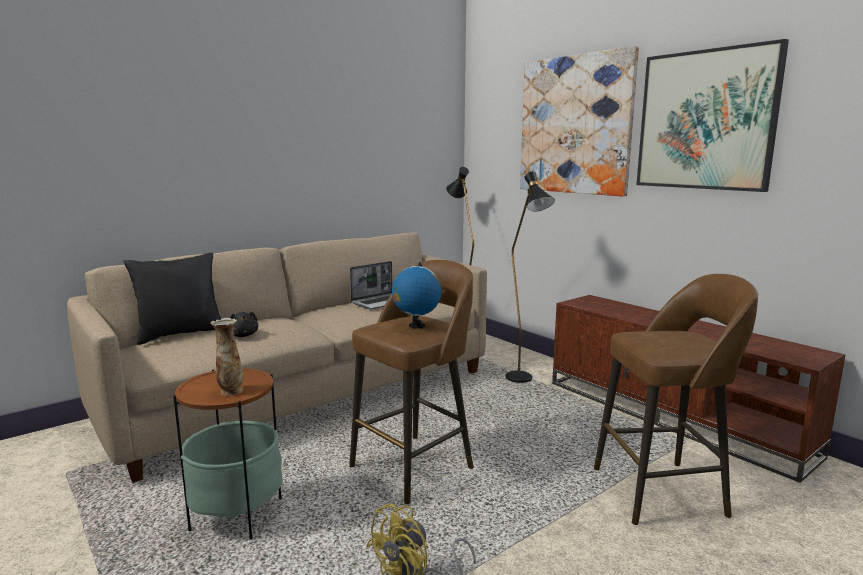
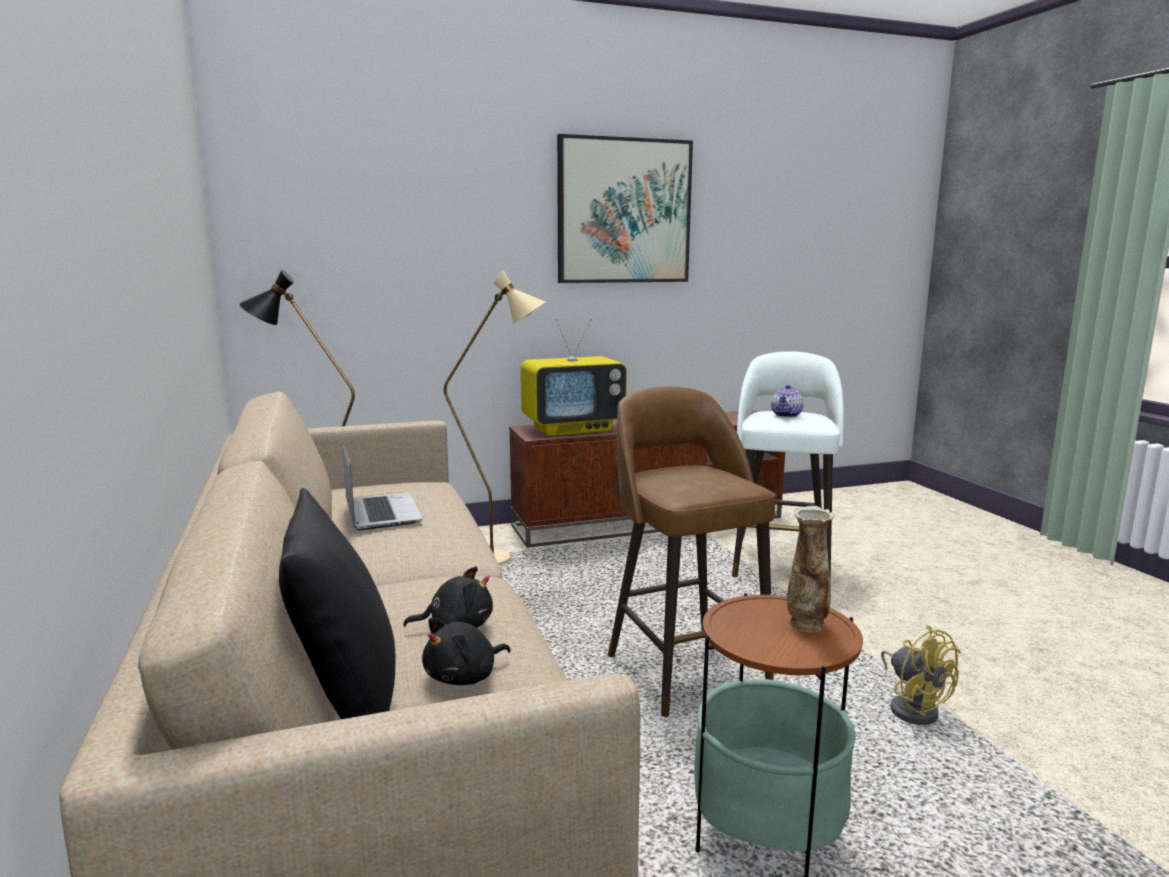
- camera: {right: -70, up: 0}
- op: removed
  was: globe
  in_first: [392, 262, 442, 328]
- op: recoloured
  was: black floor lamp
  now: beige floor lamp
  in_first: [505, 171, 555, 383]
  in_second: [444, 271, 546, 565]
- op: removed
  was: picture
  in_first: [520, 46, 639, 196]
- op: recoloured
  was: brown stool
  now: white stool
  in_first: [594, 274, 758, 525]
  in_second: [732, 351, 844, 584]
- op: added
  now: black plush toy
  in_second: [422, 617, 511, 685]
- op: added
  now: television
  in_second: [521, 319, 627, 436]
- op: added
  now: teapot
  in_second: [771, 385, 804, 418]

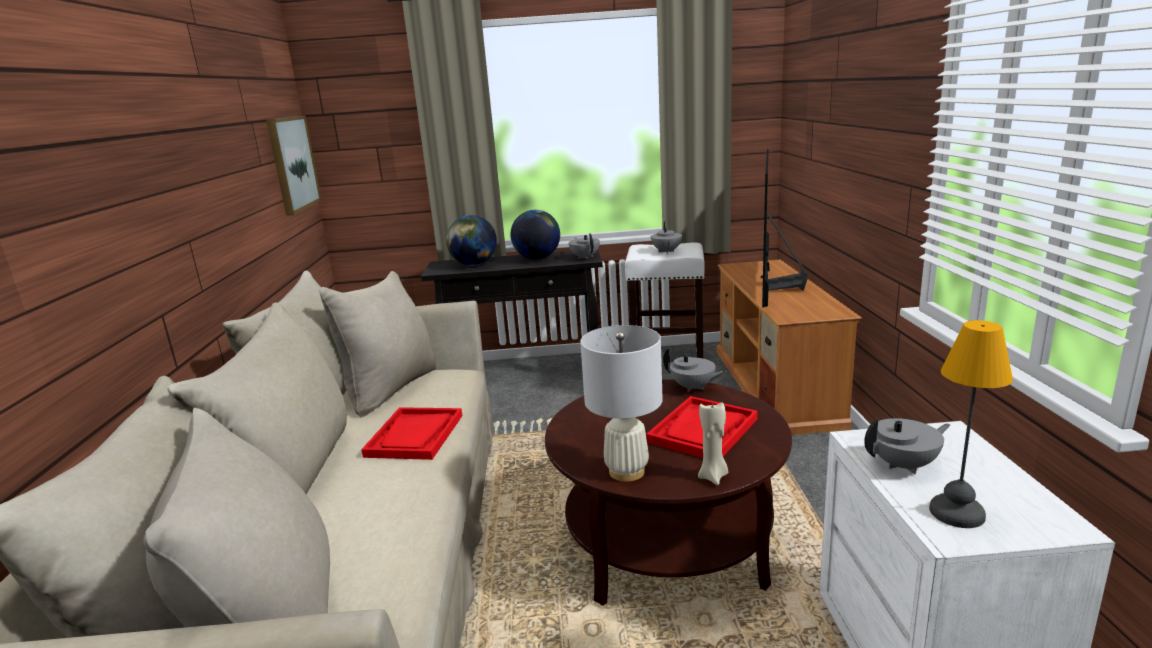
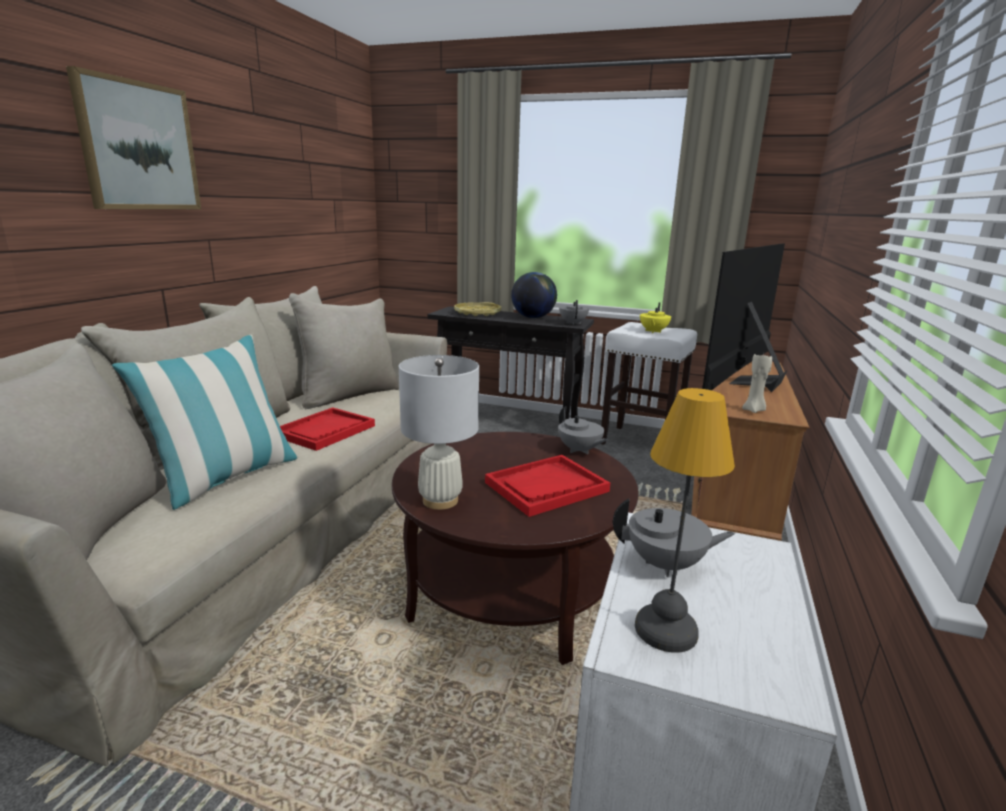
- camera: {right: 20, up: 0}
- op: moved
  was: picture
  in_first: [266, 115, 322, 216]
  in_second: [66, 66, 201, 209]
- op: replaced
  was: globe
  now: yellow tray
  in_first: [446, 215, 497, 265]
  in_second: [454, 302, 501, 316]
- op: recoloured
  was: grey teapot
  now: yellow teapot
  in_first: [651, 222, 682, 254]
  in_second: [640, 303, 671, 333]
- op: moved
  was: beige candle
  in_first: [698, 401, 729, 485]
  in_second: [742, 353, 772, 413]
- op: added
  now: pillow
  in_second: [112, 335, 298, 510]

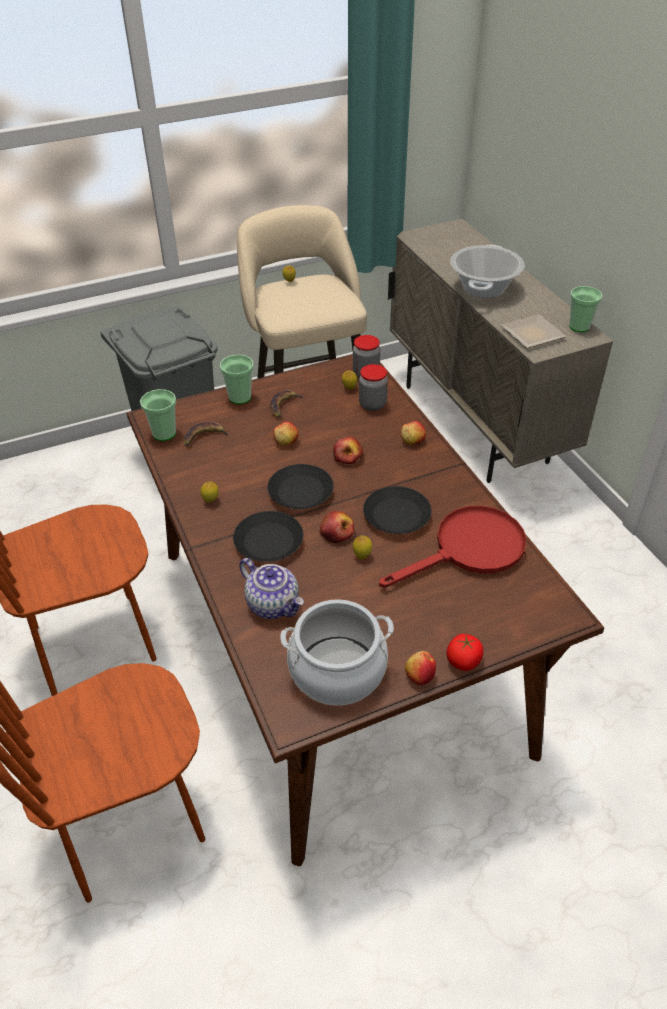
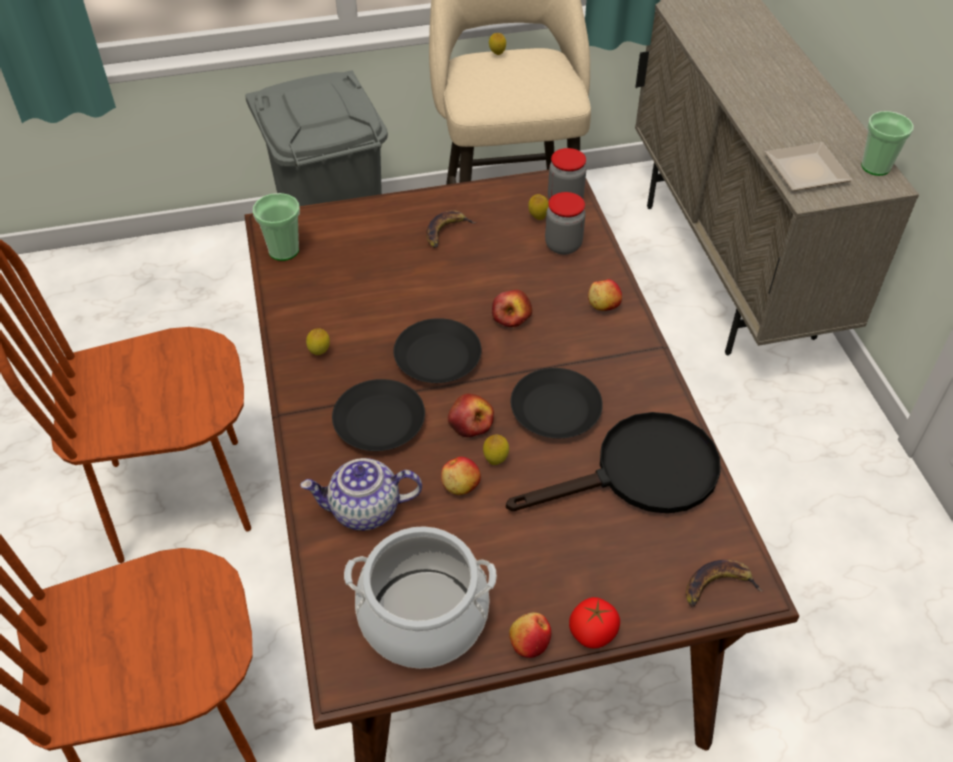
- camera: {right: 10, up: 5}
- op: moved
  was: banana
  in_first: [183, 422, 230, 446]
  in_second: [686, 559, 763, 606]
- op: removed
  was: cup
  in_first: [220, 355, 254, 404]
- op: turned
  was: teapot
  in_first: [239, 558, 304, 619]
  in_second: [300, 458, 422, 531]
  clockwise: 120
- op: moved
  was: apple
  in_first: [273, 421, 299, 446]
  in_second: [441, 457, 481, 495]
- op: recoloured
  was: red frying pan
  now: black frying pan
  in_first: [379, 506, 527, 588]
  in_second: [506, 412, 720, 514]
- op: removed
  was: cooking pot
  in_first: [450, 245, 525, 298]

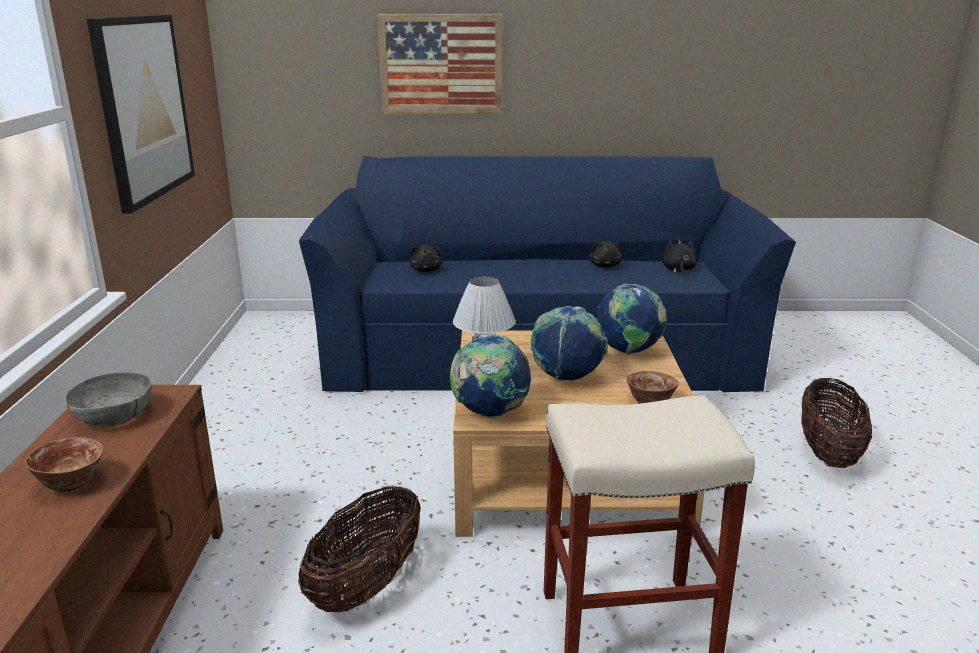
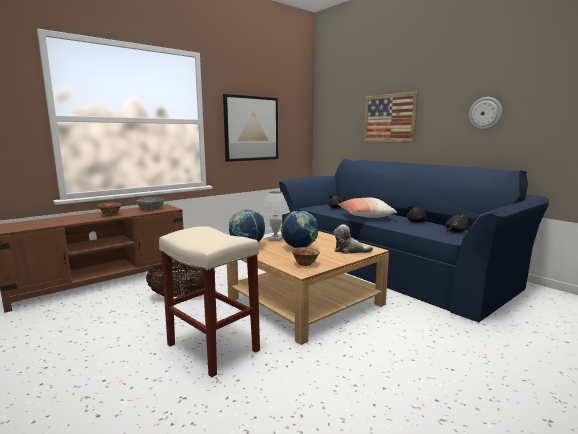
- camera: {right: 50, up: -10}
- op: replaced
  was: globe
  now: plush toy
  in_first: [596, 284, 667, 355]
  in_second: [333, 224, 373, 254]
- op: removed
  was: basket
  in_first: [801, 377, 872, 468]
- op: added
  now: pillow
  in_second: [338, 198, 397, 218]
- op: added
  now: wall clock
  in_second: [469, 97, 502, 130]

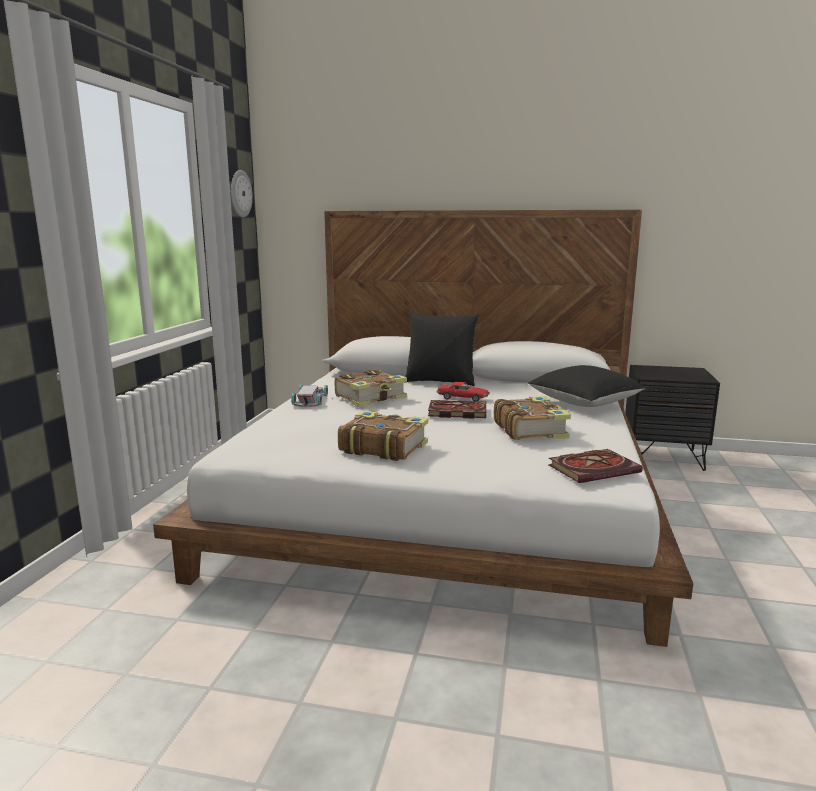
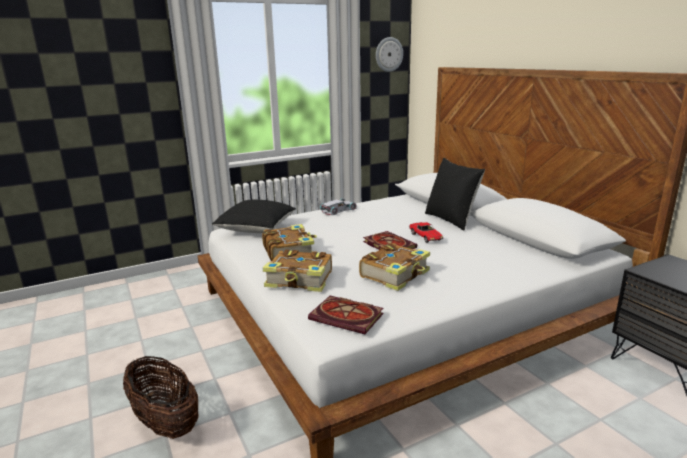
- camera: {right: 50, up: 5}
- op: moved
  was: book
  in_first: [335, 370, 407, 407]
  in_second: [263, 249, 332, 292]
- op: moved
  was: black pillow
  in_first: [528, 365, 646, 407]
  in_second: [212, 200, 296, 233]
- op: added
  now: basket
  in_second: [123, 356, 199, 439]

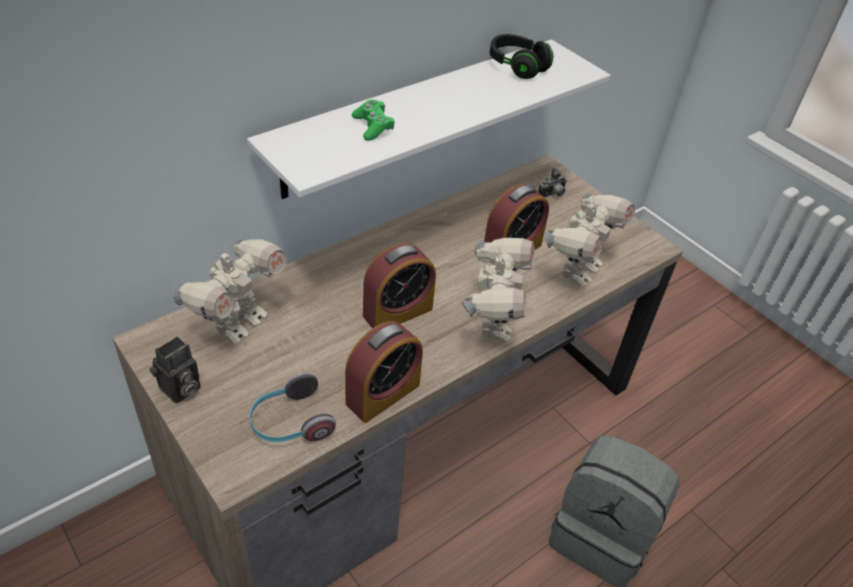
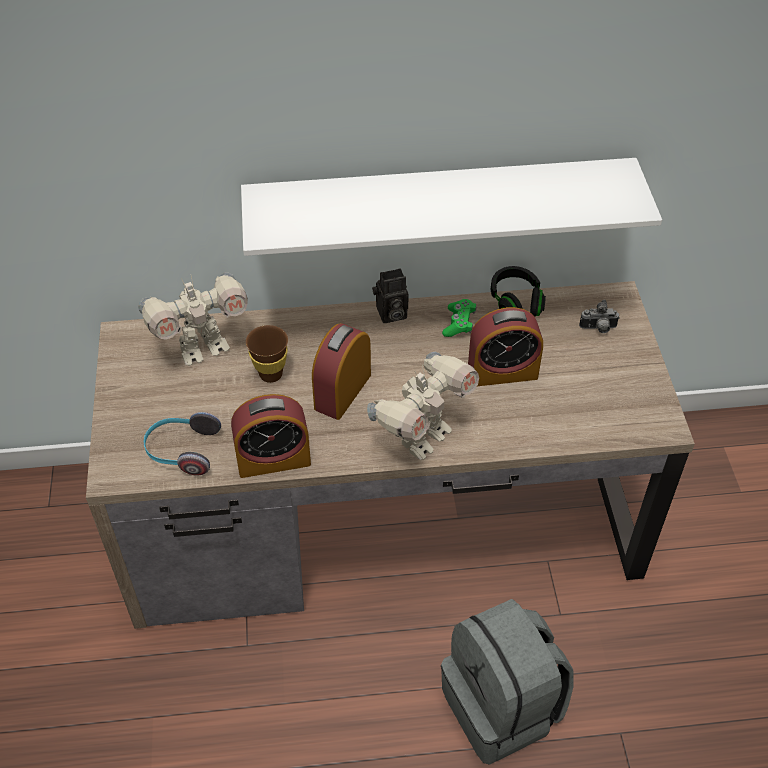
- camera: {right: 35, up: 5}
- op: moved
  was: photo camera
  in_first: [149, 337, 201, 404]
  in_second: [372, 268, 409, 323]
- op: moved
  was: green game controller
  in_first: [352, 100, 394, 140]
  in_second: [442, 299, 477, 337]
- op: turned
  was: alarm clock
  in_first: [363, 244, 436, 329]
  in_second: [312, 323, 371, 420]
  clockwise: 120
- op: moved
  was: black headphones
  in_first: [490, 34, 553, 79]
  in_second: [491, 266, 546, 317]
- op: removed
  was: toy robot
  in_first: [545, 194, 635, 287]
- op: added
  now: brown cup
  in_second: [246, 325, 288, 383]

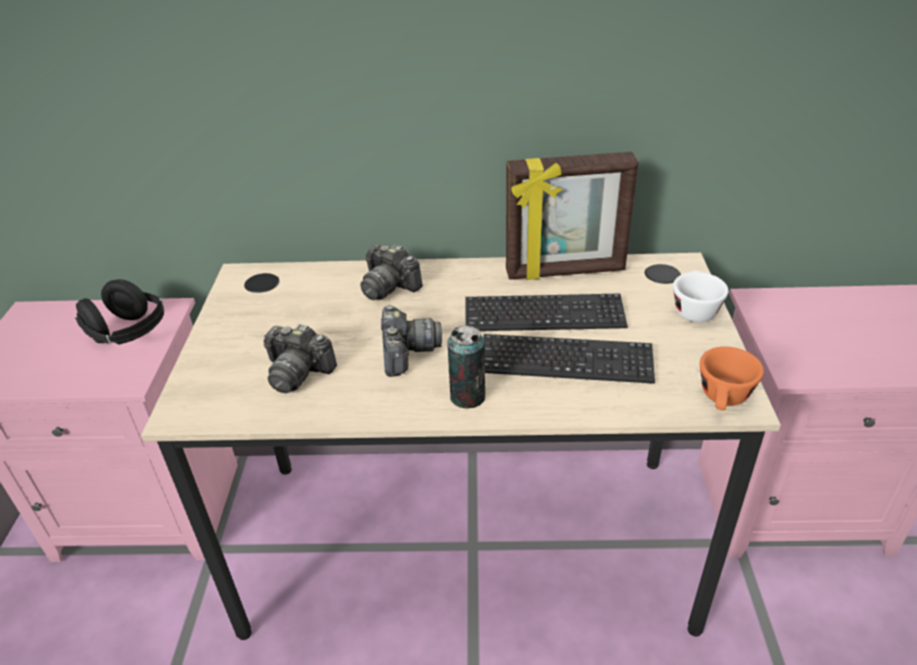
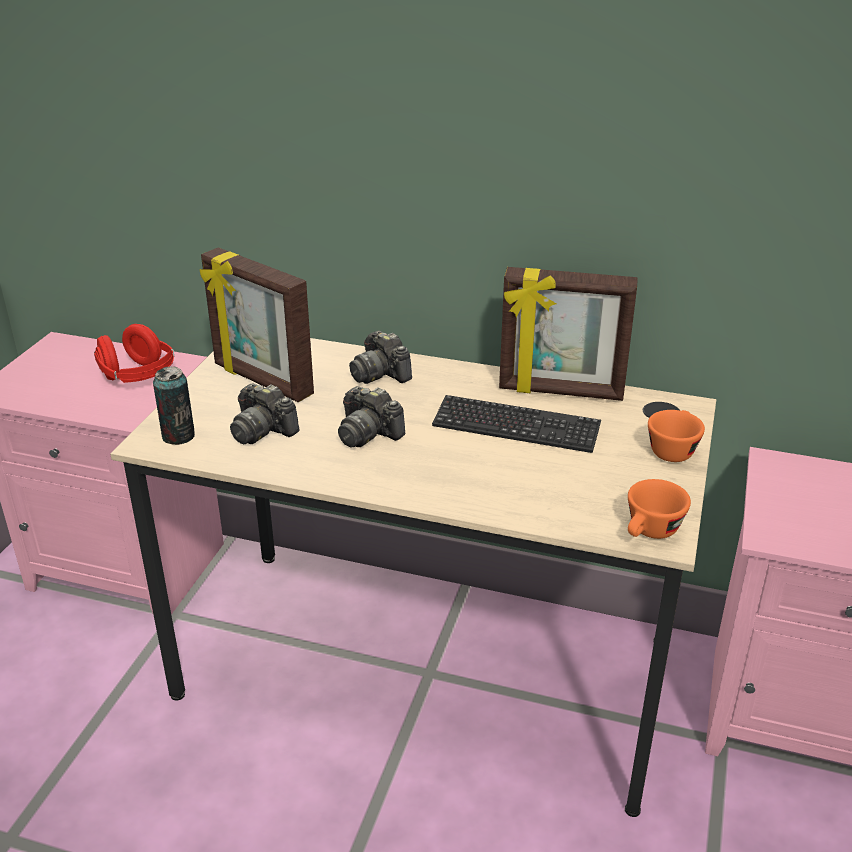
- camera: {right: 15, up: -5}
- op: recoloured
  was: black headphones
  now: red headphones
  in_first: [75, 279, 164, 345]
  in_second: [94, 324, 174, 383]
- op: turned
  was: photo camera
  in_first: [381, 305, 442, 377]
  in_second: [338, 386, 405, 448]
  clockwise: 120
- op: moved
  was: can
  in_first: [447, 325, 485, 408]
  in_second: [153, 366, 195, 445]
- op: removed
  was: keyboard
  in_first: [483, 334, 655, 384]
- op: recoloured
  was: white cup
  now: orange cup
  in_first: [673, 270, 728, 322]
  in_second: [648, 410, 705, 462]
- op: added
  now: picture frame
  in_second: [200, 247, 314, 402]

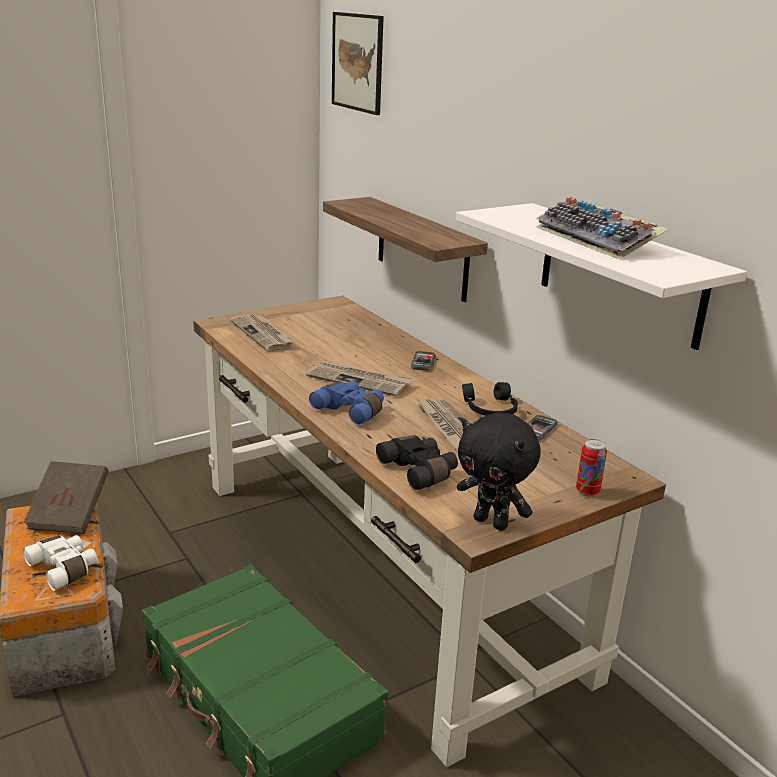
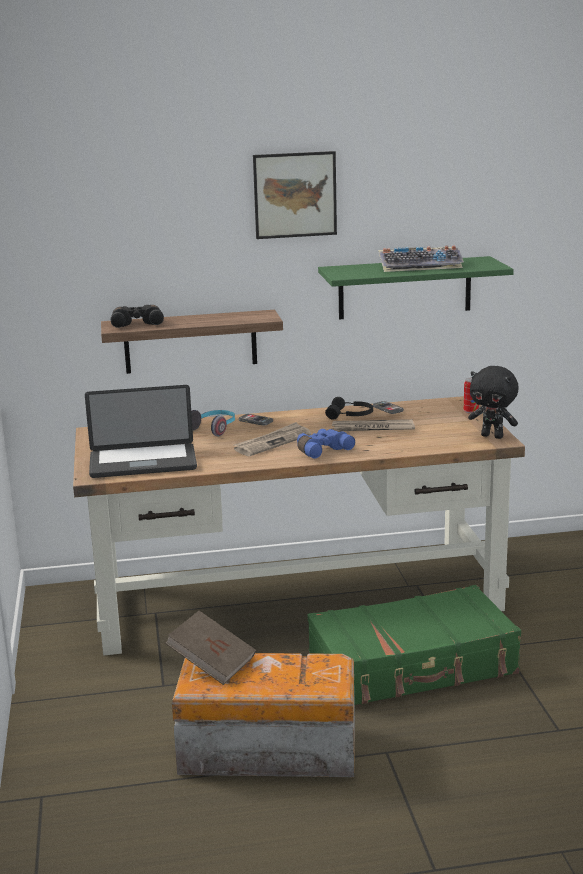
- camera: {right: -65, up: -5}
- op: removed
  was: white binoculars
  in_first: [23, 535, 98, 590]
- op: replaced
  was: newspaper
  now: laptop
  in_first: [230, 314, 294, 351]
  in_second: [85, 385, 197, 478]
- op: moved
  was: picture
  in_first: [332, 12, 384, 115]
  in_second: [253, 151, 337, 239]
- op: moved
  was: black binoculars
  in_first: [376, 435, 458, 490]
  in_second: [111, 305, 164, 328]
- op: recoloured
  was: white shelf
  now: green shelf
  in_first: [456, 203, 747, 350]
  in_second: [318, 256, 514, 319]
- op: turned
  was: black plush toy
  in_first: [457, 412, 541, 531]
  in_second: [468, 366, 519, 439]
  clockwise: 60
- op: added
  now: headphones
  in_second: [191, 410, 235, 436]

